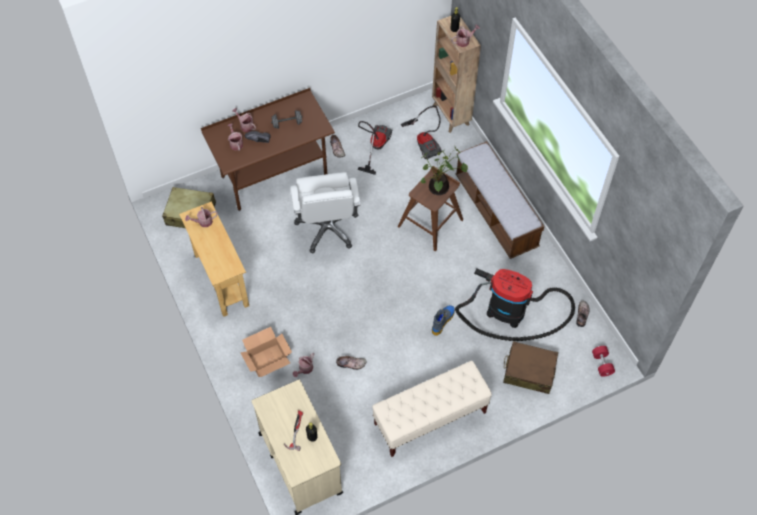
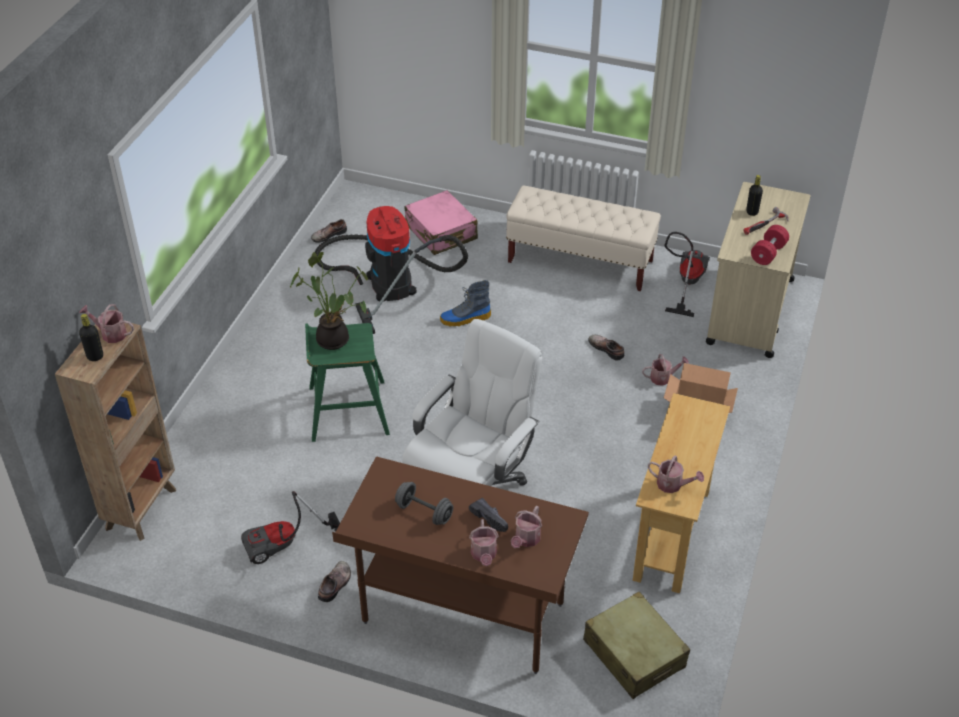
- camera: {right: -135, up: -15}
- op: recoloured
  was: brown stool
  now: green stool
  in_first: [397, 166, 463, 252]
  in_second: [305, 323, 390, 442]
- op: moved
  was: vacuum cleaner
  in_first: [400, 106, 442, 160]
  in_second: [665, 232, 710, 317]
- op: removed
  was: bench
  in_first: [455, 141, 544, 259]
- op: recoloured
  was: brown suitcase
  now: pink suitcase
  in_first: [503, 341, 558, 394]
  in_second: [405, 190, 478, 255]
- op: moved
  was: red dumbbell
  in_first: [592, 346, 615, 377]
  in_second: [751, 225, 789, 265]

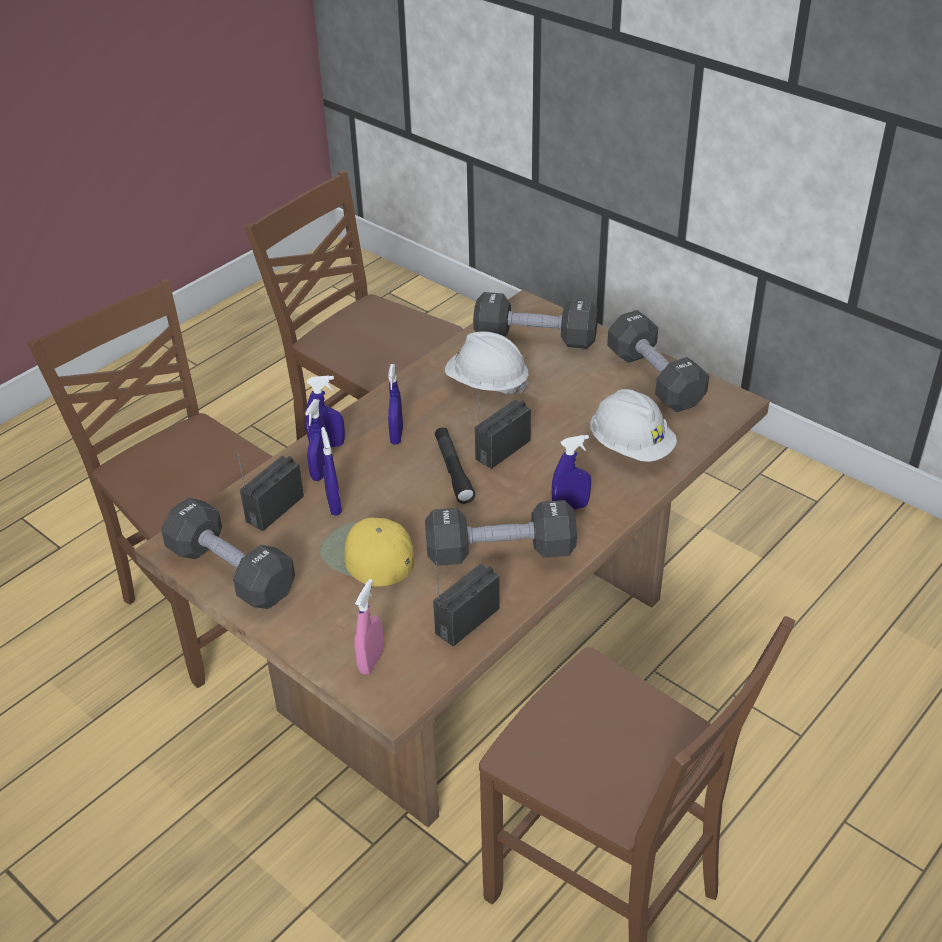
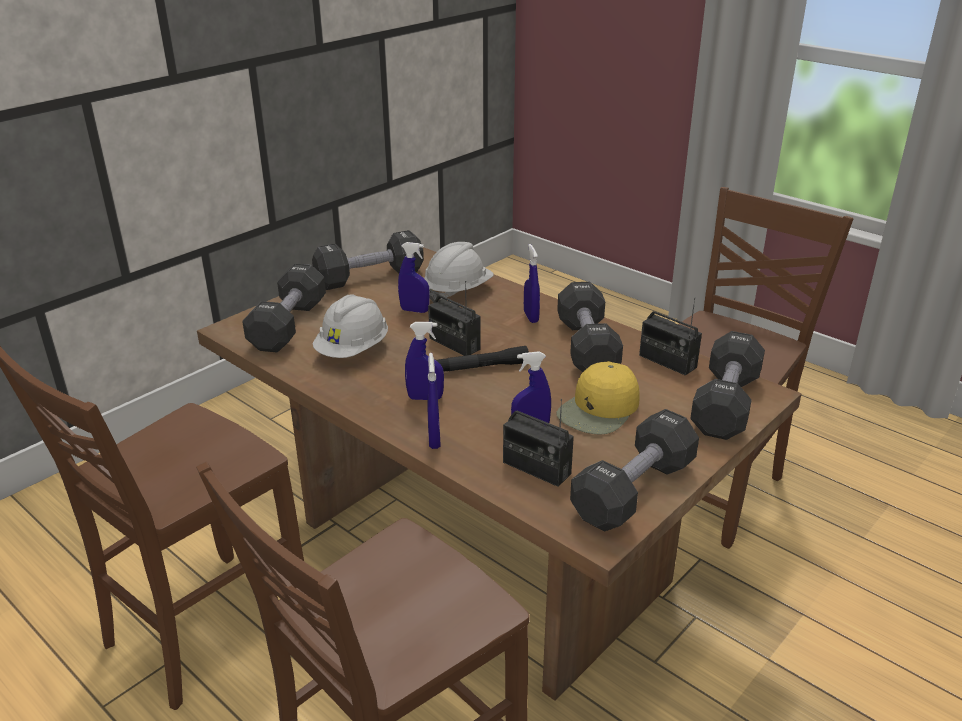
- camera: {right: -90, up: -10}
- op: moved
  was: blue spray bottle
  in_first: [305, 399, 330, 481]
  in_second: [398, 242, 430, 313]
- op: replaced
  was: pink spray bottle
  now: black dumbbell
  in_first: [355, 579, 384, 675]
  in_second: [690, 331, 765, 440]

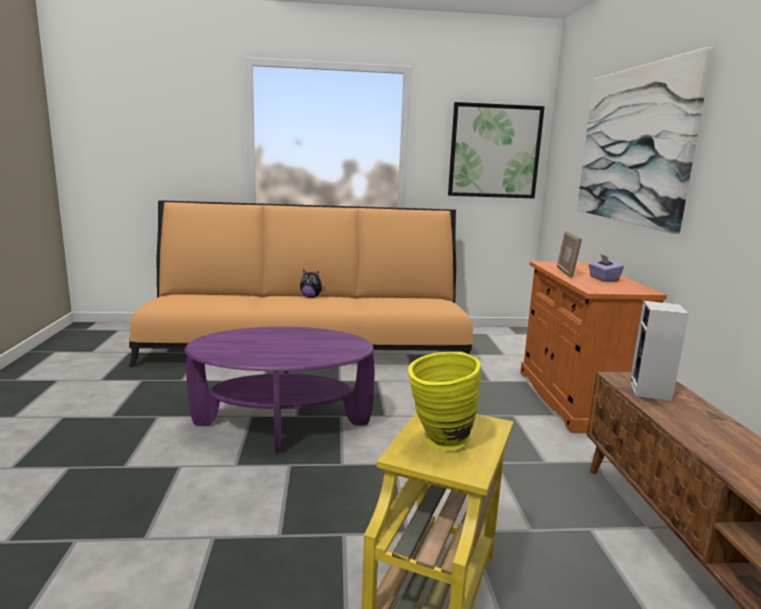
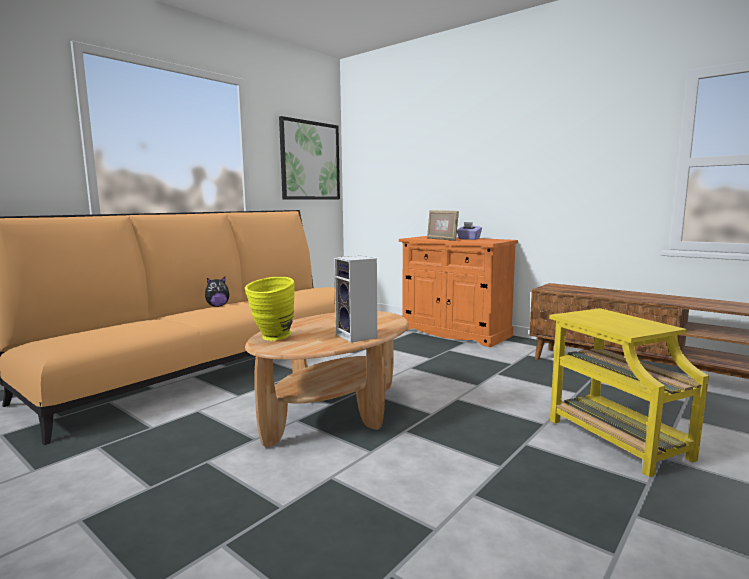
- camera: {right: -45, up: -5}
- op: recoloured
  was: purple coffee table
  now: brown coffee table
  in_first: [185, 327, 375, 452]
  in_second: [245, 311, 409, 448]
- op: moved
  was: yellow vase
  in_first: [408, 352, 481, 451]
  in_second: [245, 277, 295, 341]
- op: removed
  was: picture
  in_first: [577, 47, 713, 234]
- op: moved
  was: speaker
  in_first: [629, 301, 689, 401]
  in_second: [334, 256, 377, 342]

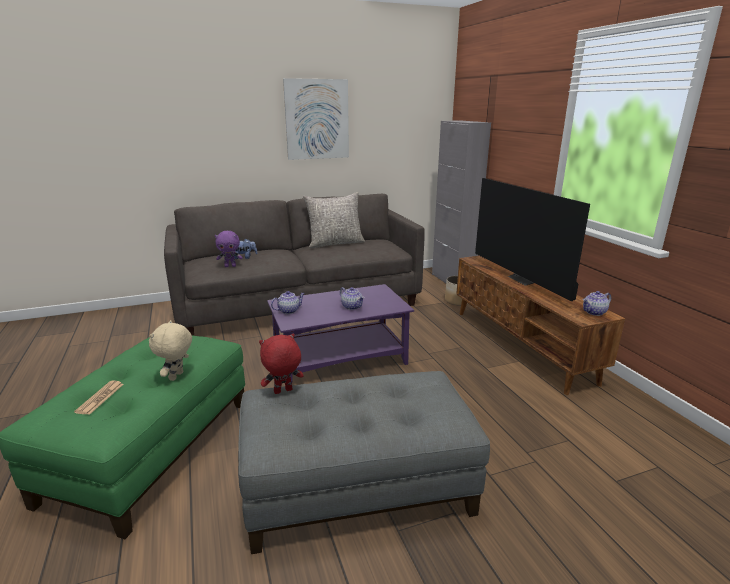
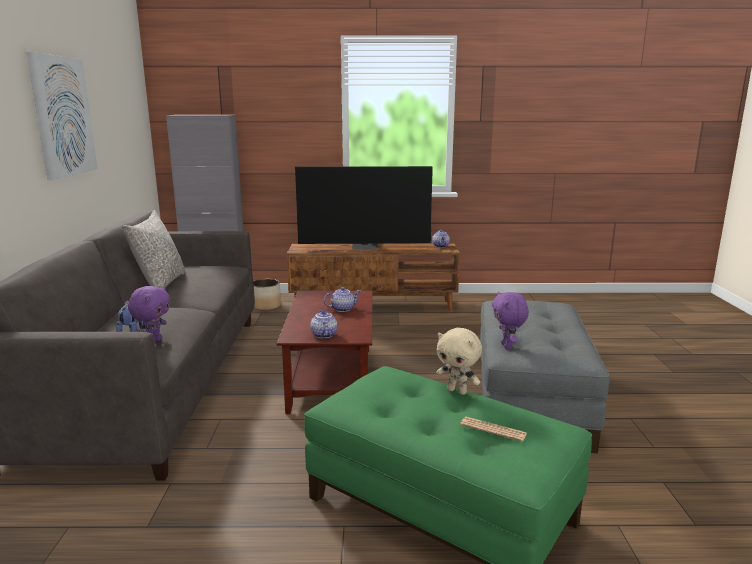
- camera: {right: -70, up: -5}
- op: recoloured
  was: red plush toy
  now: purple plush toy
  in_first: [259, 333, 304, 394]
  in_second: [492, 292, 529, 349]
- op: recoloured
  was: purple coffee table
  now: brown coffee table
  in_first: [267, 284, 414, 383]
  in_second: [276, 291, 372, 414]

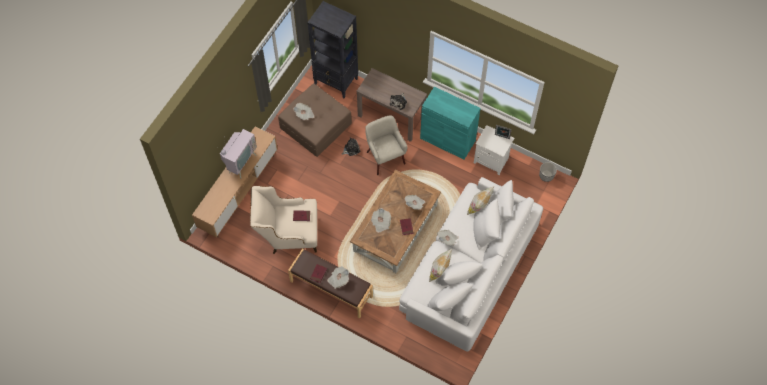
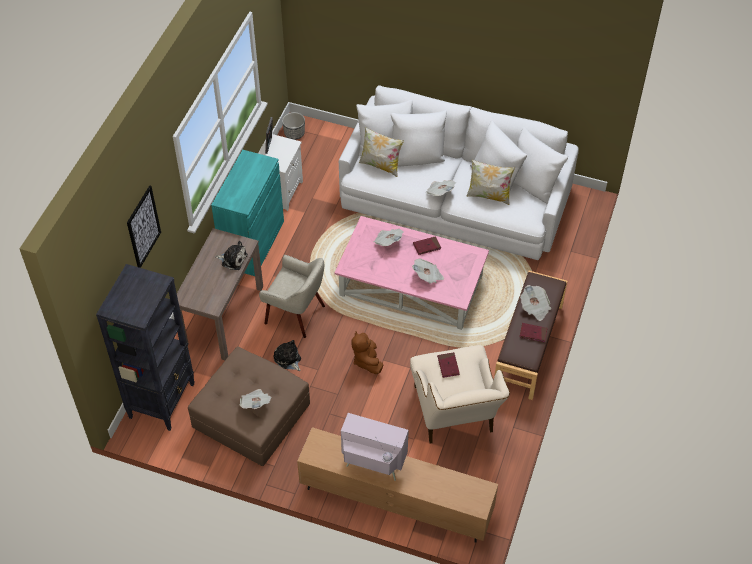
- camera: {right: -100, up: -10}
- op: recoloured
  was: brown coffee table
  now: pink coffee table
  in_first: [350, 169, 441, 273]
  in_second: [334, 216, 489, 330]
- op: turned
  was: beige armchair
  in_first: [365, 116, 407, 175]
  in_second: [259, 255, 325, 338]
  clockwise: -120
- op: added
  now: picture
  in_second: [127, 185, 161, 268]
- op: added
  now: brown plush toy
  in_second: [351, 331, 383, 374]

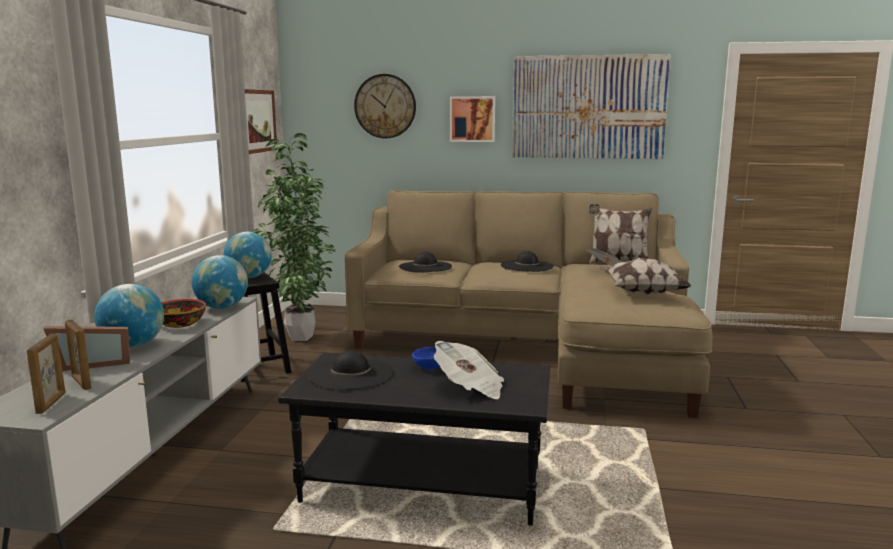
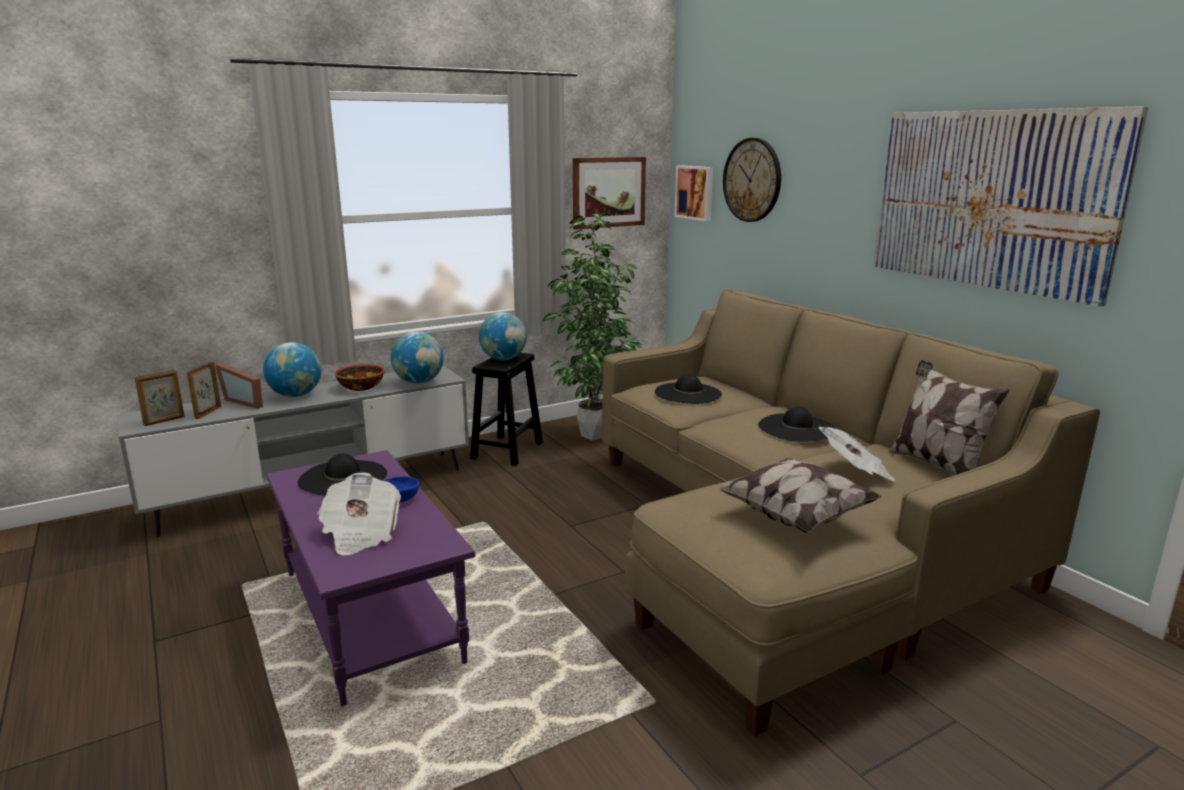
- camera: {right: 50, up: 5}
- op: recoloured
  was: black coffee table
  now: purple coffee table
  in_first: [278, 352, 550, 525]
  in_second: [267, 450, 475, 706]
- op: moved
  was: picture
  in_first: [450, 96, 495, 142]
  in_second: [674, 165, 713, 221]

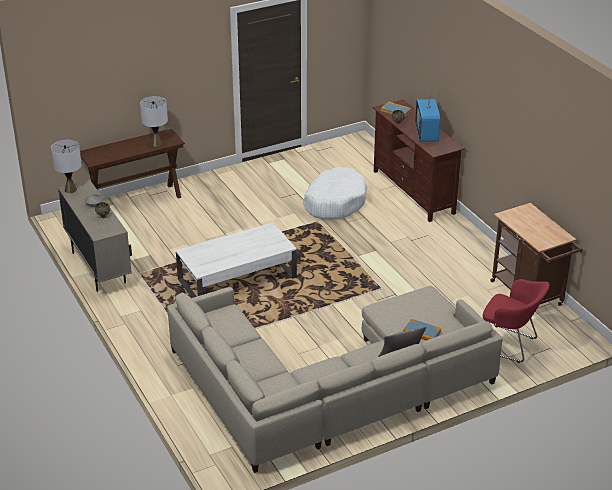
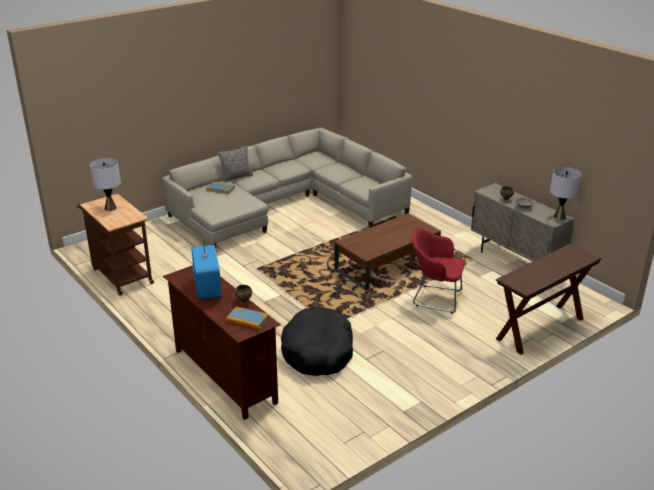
- camera: {right: 170, up: -5}
- op: moved
  was: grey table lamp
  in_first: [140, 96, 168, 147]
  in_second: [90, 158, 121, 211]
- op: recoloured
  was: white coffee table
  now: brown coffee table
  in_first: [176, 222, 297, 298]
  in_second: [334, 213, 441, 290]
- op: recoloured
  was: white dog bed
  now: black dog bed
  in_first: [303, 167, 367, 219]
  in_second: [281, 308, 353, 376]
- op: moved
  was: red armchair
  in_first: [483, 279, 550, 363]
  in_second: [412, 228, 465, 313]

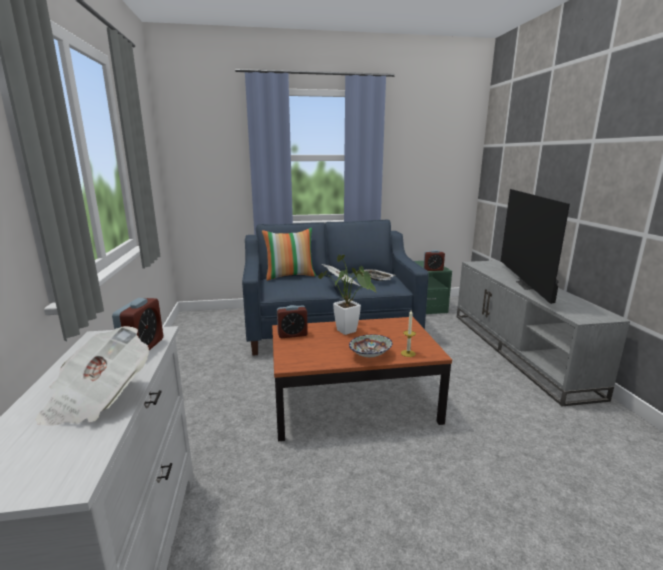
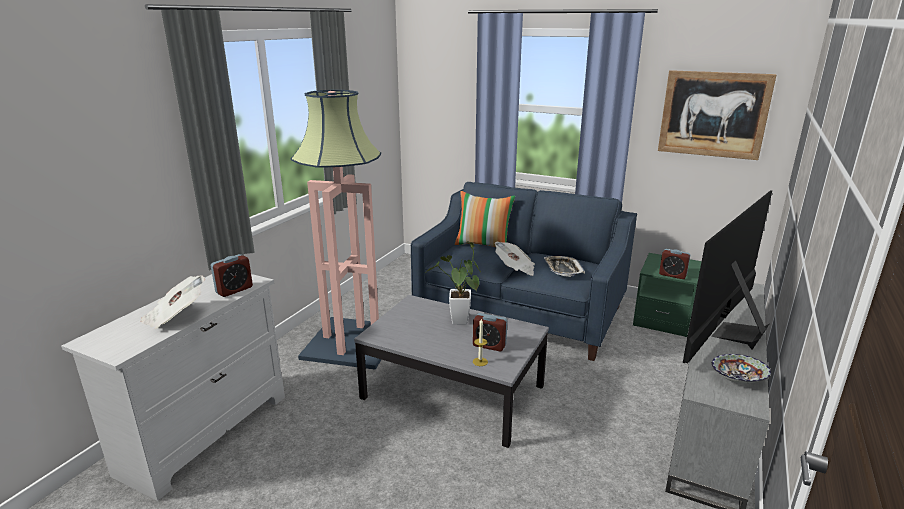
- camera: {right: 35, up: 5}
- op: recoloured
  was: brown coffee table
  now: grey coffee table
  in_first: [272, 317, 452, 441]
  in_second: [354, 295, 549, 448]
- op: moved
  was: alarm clock
  in_first: [277, 305, 308, 338]
  in_second: [473, 313, 507, 351]
- op: moved
  was: bowl
  in_first: [349, 335, 393, 357]
  in_second: [712, 354, 771, 384]
- op: added
  now: floor lamp
  in_second: [291, 90, 382, 370]
- op: added
  now: picture
  in_second: [658, 70, 777, 160]

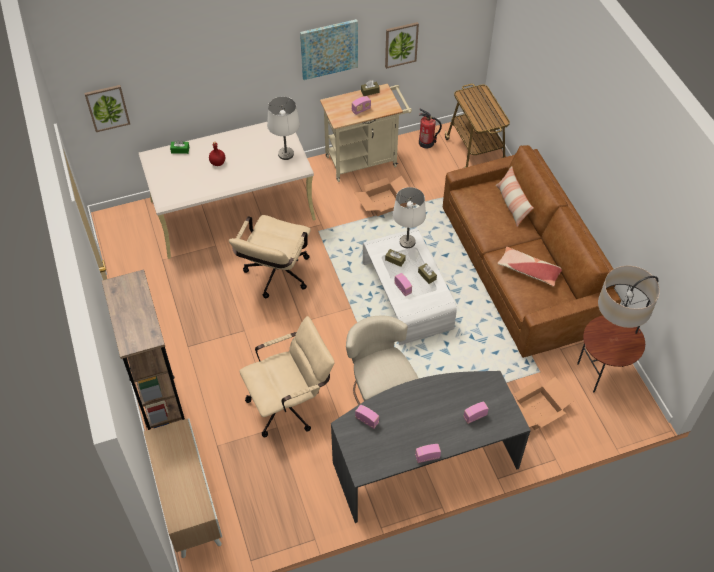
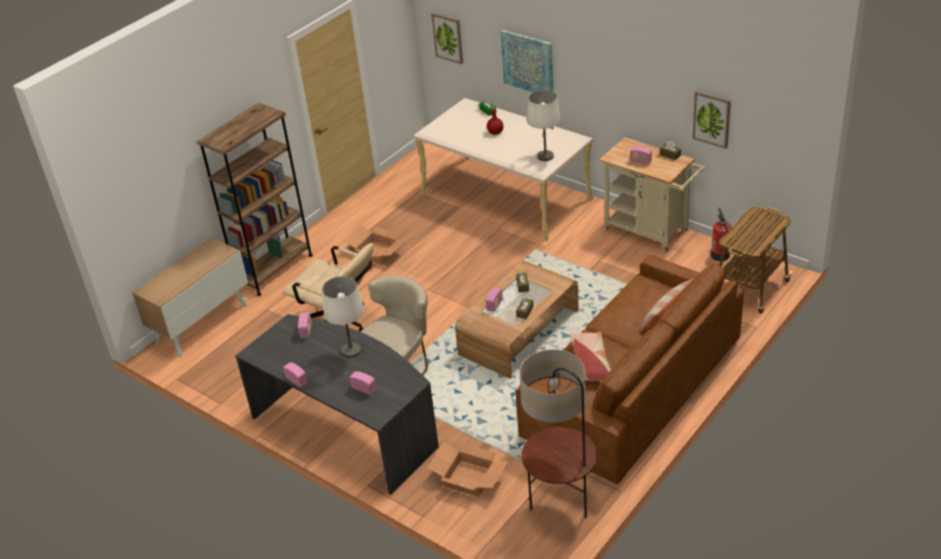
- camera: {right: 60, up: -15}
- op: removed
  was: beige office chair
  in_first: [229, 215, 311, 298]
- op: moved
  was: picture
  in_first: [300, 19, 358, 80]
  in_second: [500, 30, 554, 92]
- op: moved
  was: cardboard box
  in_first: [354, 176, 409, 216]
  in_second: [344, 225, 407, 265]
- op: recoloured
  was: white coffee table
  now: brown coffee table
  in_first: [363, 228, 457, 345]
  in_second: [455, 260, 579, 379]
- op: moved
  was: white table lamp
  in_first: [393, 187, 426, 248]
  in_second: [322, 276, 365, 358]

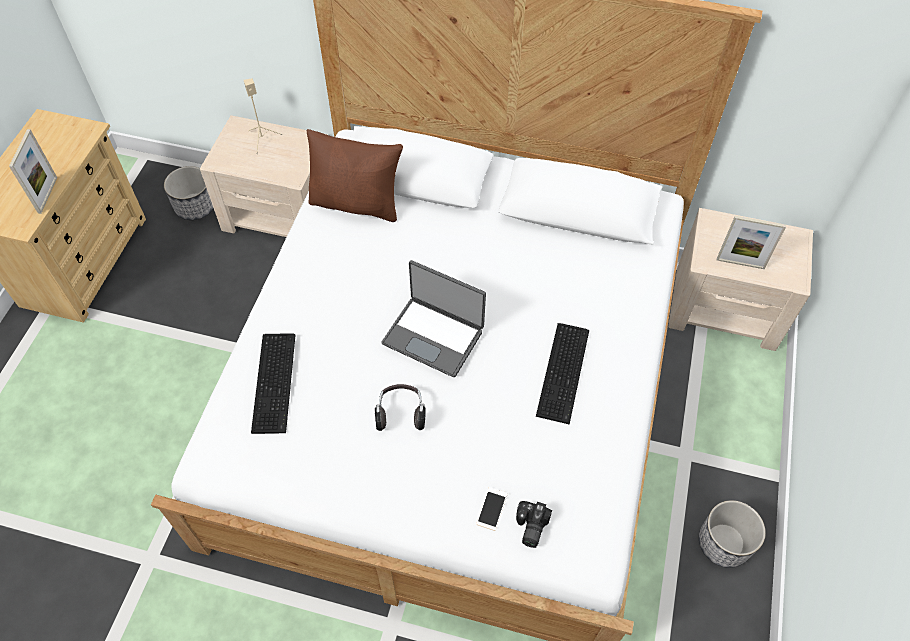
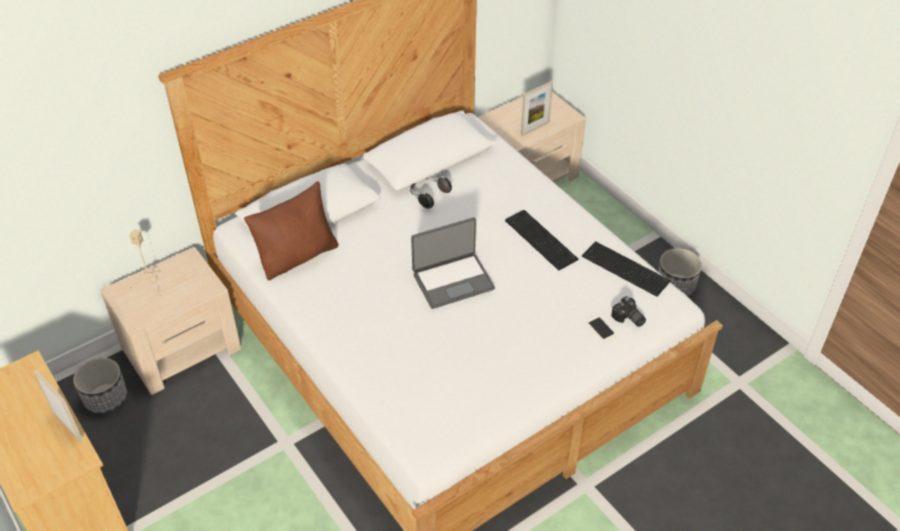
- camera: {right: -50, up: -10}
- op: moved
  was: keyboard
  in_first: [251, 333, 296, 434]
  in_second: [582, 241, 671, 297]
- op: moved
  was: headphones
  in_first: [375, 384, 426, 431]
  in_second: [410, 176, 452, 208]

